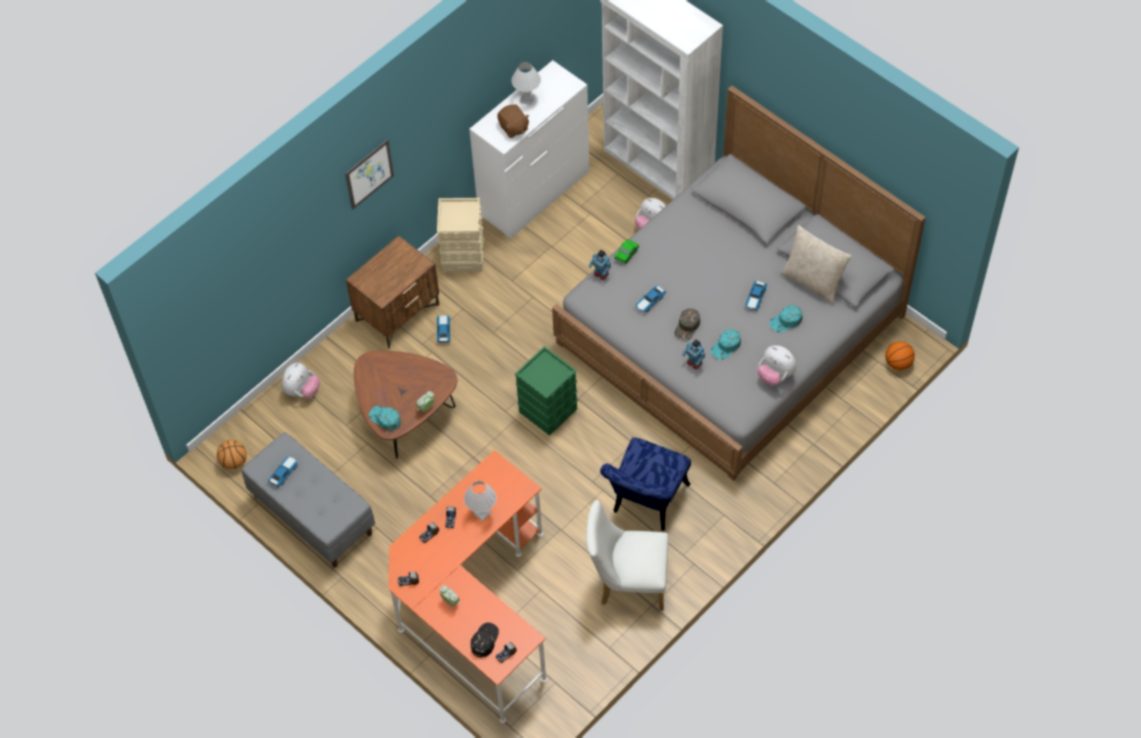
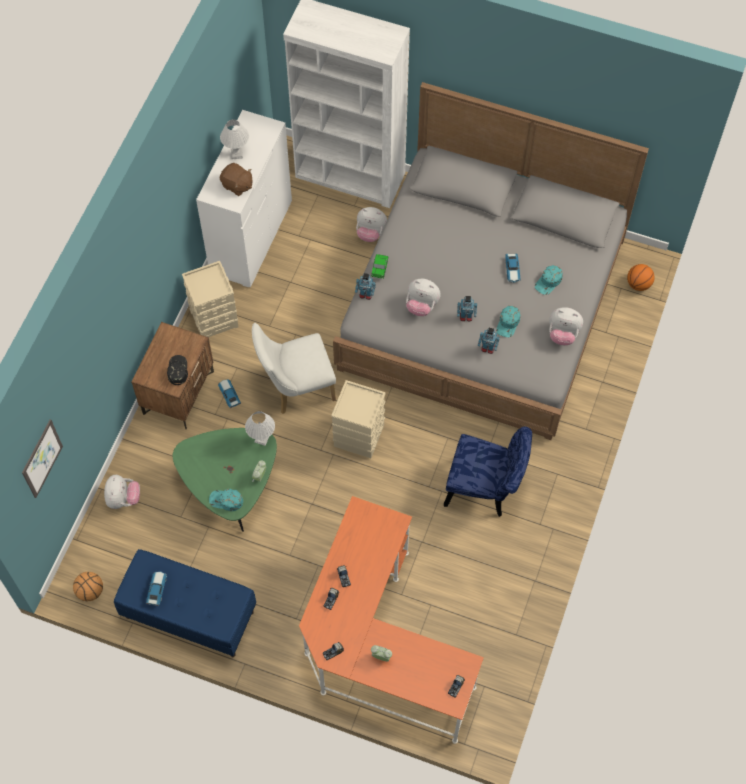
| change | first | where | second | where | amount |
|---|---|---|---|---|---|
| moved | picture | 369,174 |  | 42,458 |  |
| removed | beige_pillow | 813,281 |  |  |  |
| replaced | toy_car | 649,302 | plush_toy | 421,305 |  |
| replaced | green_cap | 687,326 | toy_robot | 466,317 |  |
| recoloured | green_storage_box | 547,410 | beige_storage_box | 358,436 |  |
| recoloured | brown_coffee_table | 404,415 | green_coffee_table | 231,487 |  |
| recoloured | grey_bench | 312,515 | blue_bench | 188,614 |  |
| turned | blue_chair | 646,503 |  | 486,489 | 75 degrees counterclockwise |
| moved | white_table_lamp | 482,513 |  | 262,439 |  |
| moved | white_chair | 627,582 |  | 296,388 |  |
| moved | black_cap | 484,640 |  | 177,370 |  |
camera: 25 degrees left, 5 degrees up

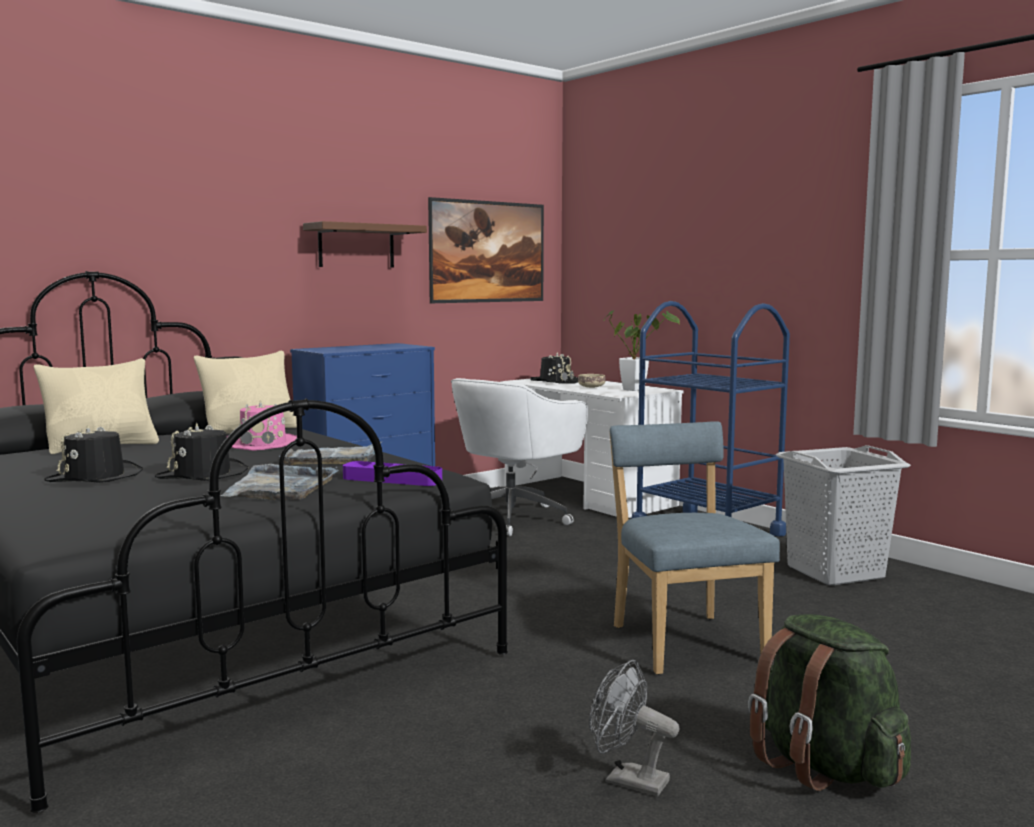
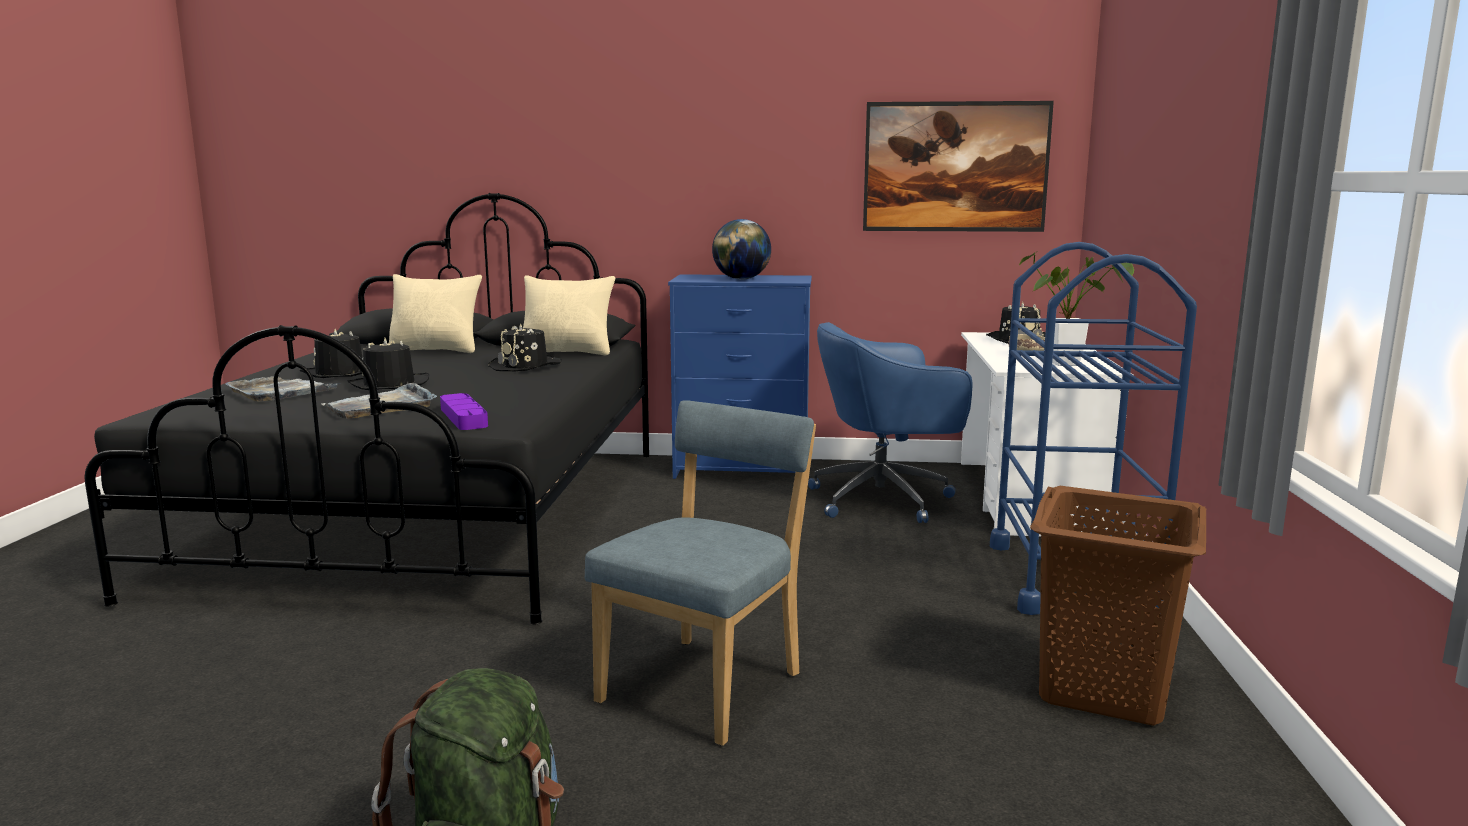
| change | first | where | second | where | amount |
|---|---|---|---|---|---|
| removed | brown_shelf | 356,246 |  |  |  |
| recoloured | white_office_chair | 513,517 | blue_office_chair | 885,499 |  |
| recoloured | pink_hat | 263,444 | black_hat | 525,366 |  |
| moved | grey_tray | 333,458 |  | 281,392 |  |
| recoloured | grey_laundry_basket | 836,572 | brown_laundry_basket | 1104,691 |  |
| removed | grey_fan | 627,780 |  |  |  |
| added |  |  | globe | 741,279 |  |
camera: 45 degrees right, 5 degrees up

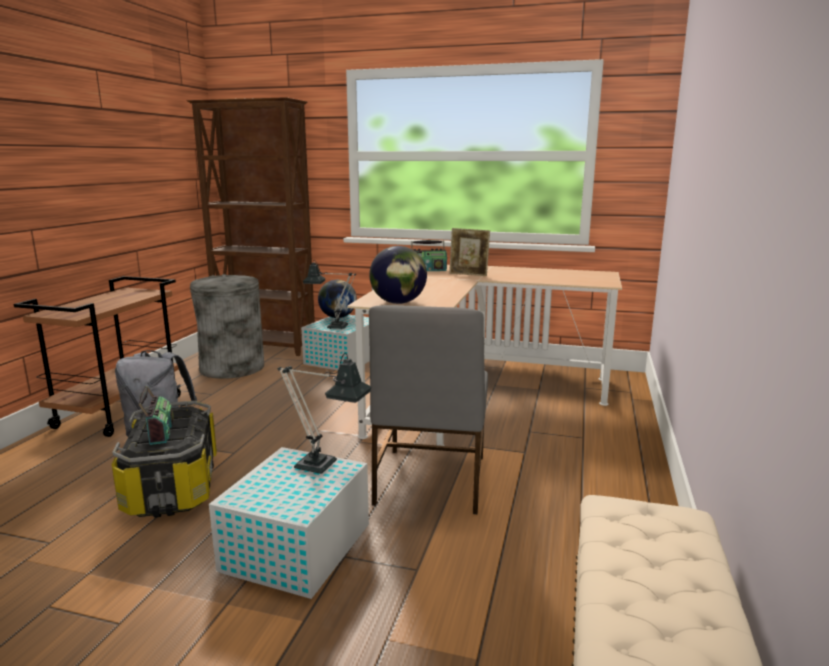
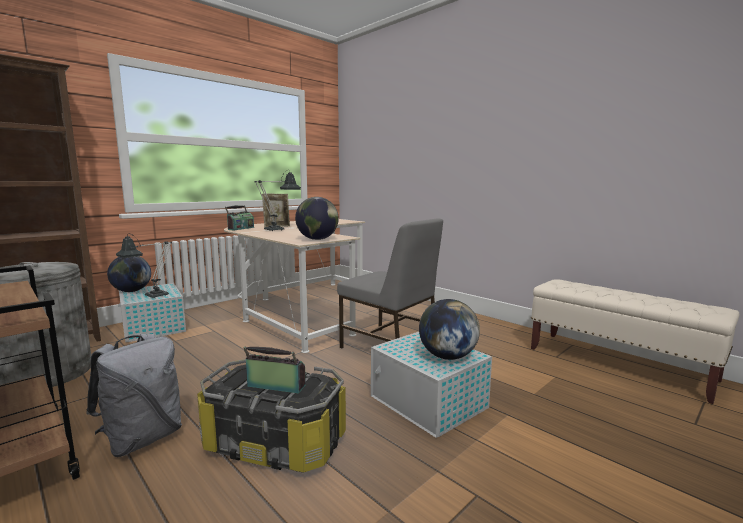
| change | first | where | second | where | amount |
|---|---|---|---|---|---|
| moved | table_lamp | 324,467 |  | 278,229 |  |
| added |  |  | globe | 447,356 |  |
camera: 60 degrees left, 5 degrees down

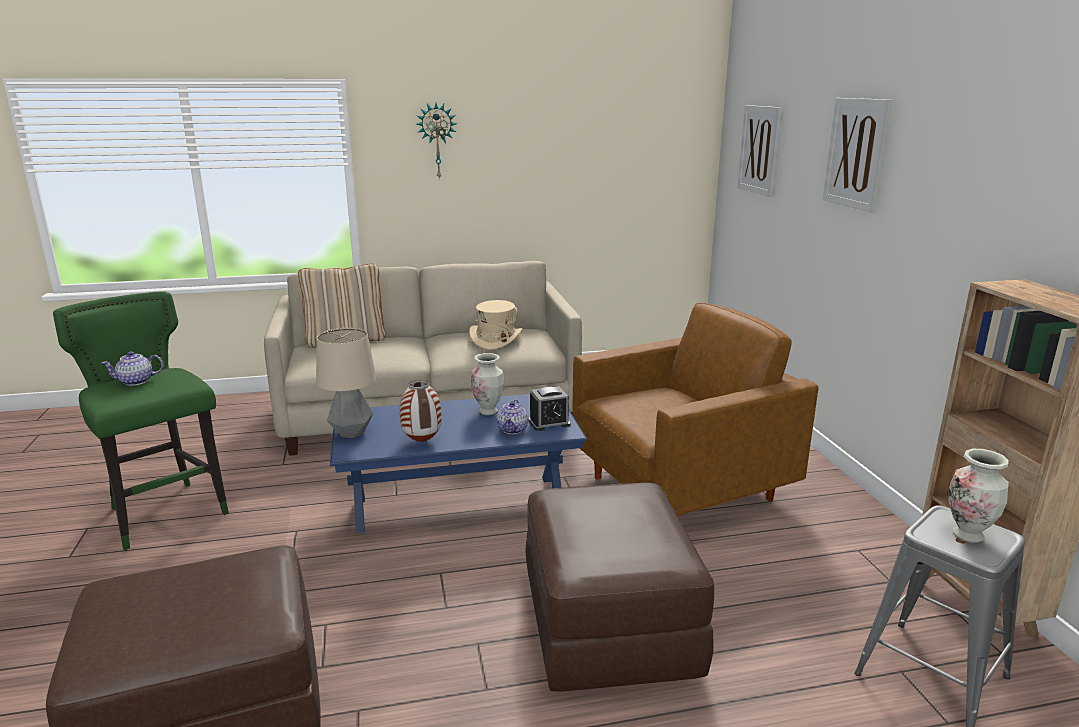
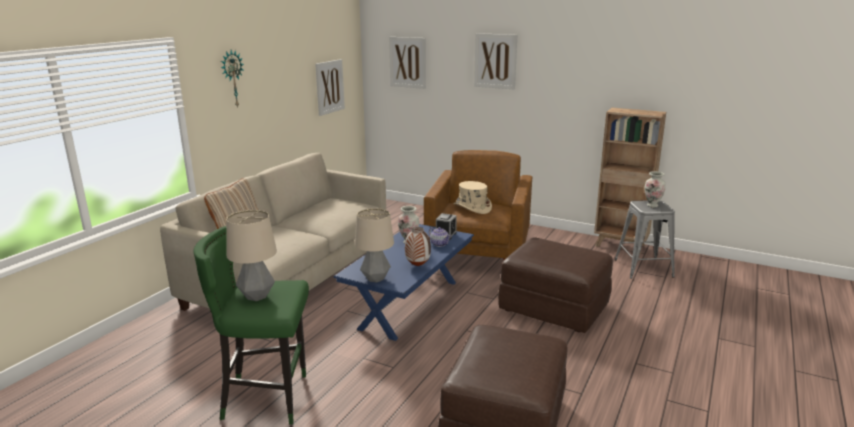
| change | first | where | second | where | amount |
|---|---|---|---|---|---|
| moved | beige_hat | 496,339 |  | 472,208 |  |
| replaced | teapot | 136,381 | table_lamp | 257,296 |  |
| added |  |  | picture | 329,87 |  |
camera: 50 degrees left, 0 degrees up

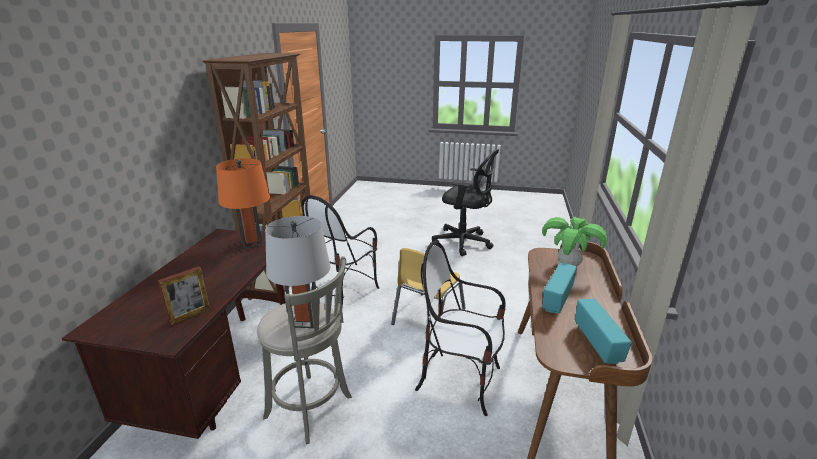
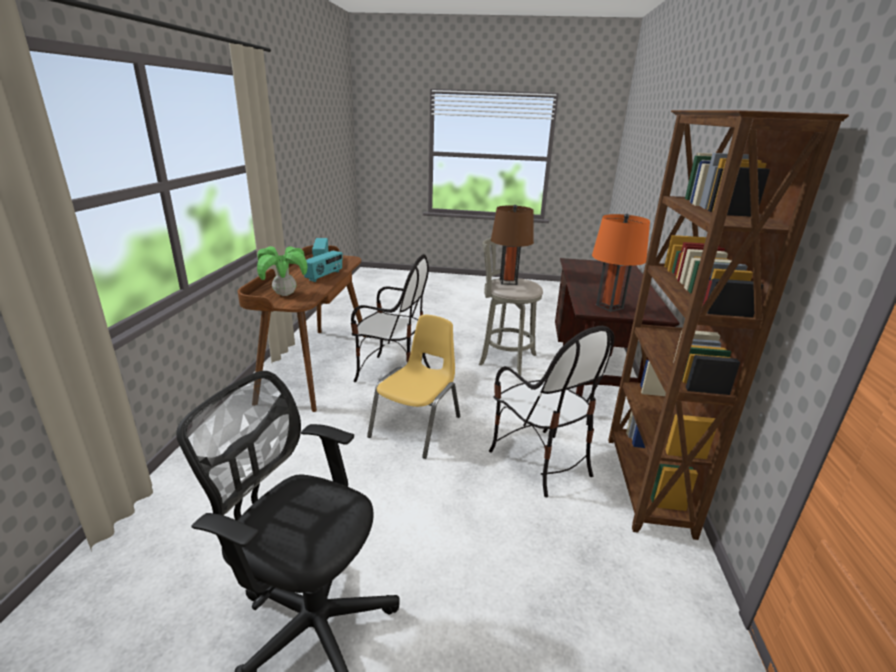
| change | first | where | second | where | amount |
|---|---|---|---|---|---|
| turned | chair | 343,291 |  | 540,461 | 120 degrees clockwise |
| recoloured | grey_table_lamp | 305,320 | brown_table_lamp | 508,282 |  |
| removed | picture_frame | 190,316 |  |  |  |
camera: 175 degrees right, 0 degrees up

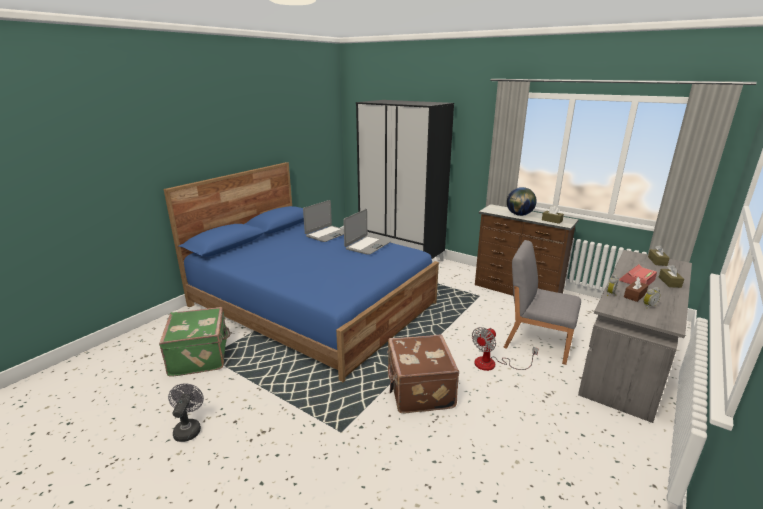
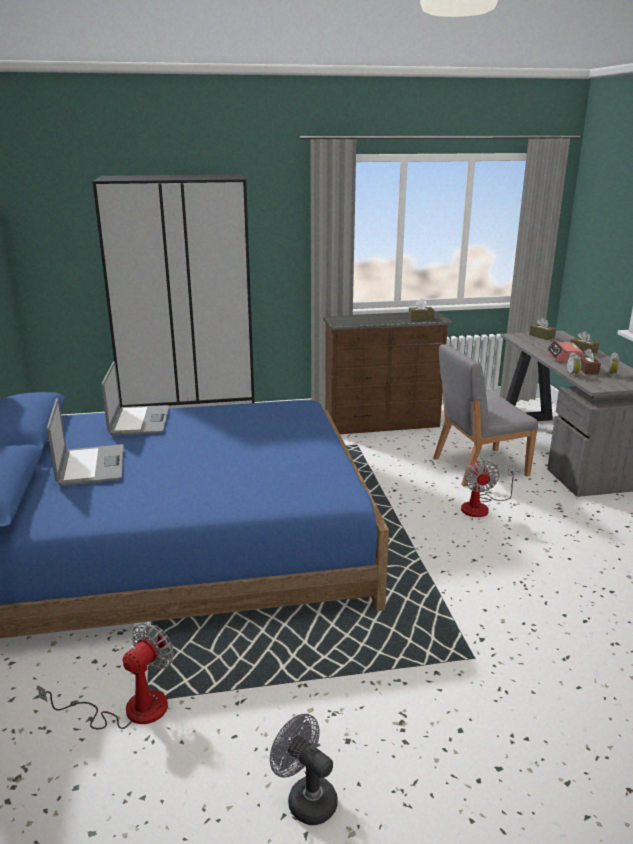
| change | first | where | second | where | amount |
|---|---|---|---|---|---|
| removed | globe | 519,215 |  |  |  |
| moved | laptop | 367,246 |  | 90,466 |  |
| replaced | green_suitcase | 201,356 | fan | 130,709 |  |
| removed | brown_suitcase | 419,390 |  |  |  |
camera: 45 degrees left, 0 degrees up

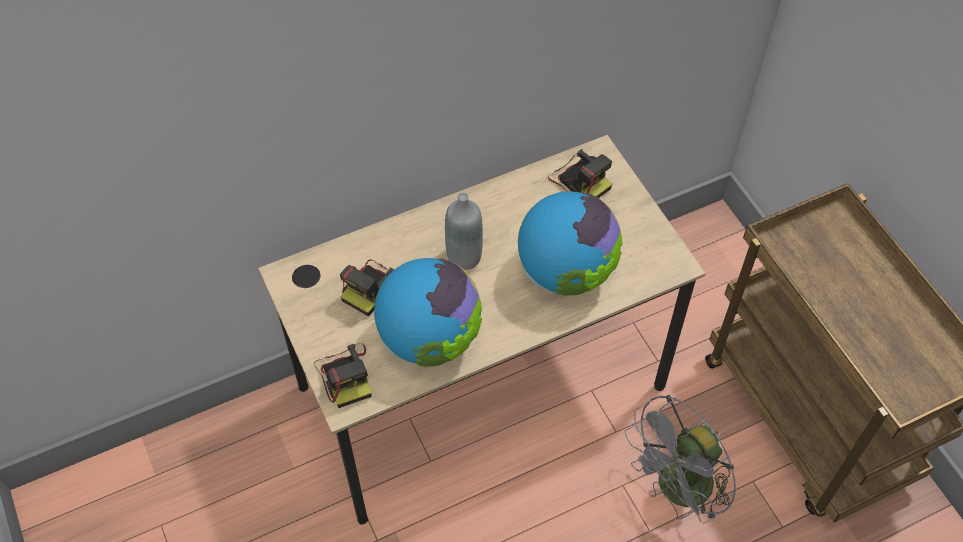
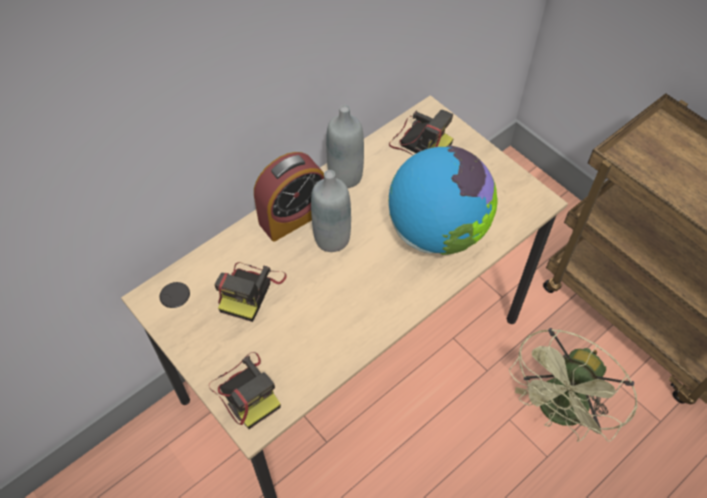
| change | first | where | second | where | amount |
|---|---|---|---|---|---|
| removed | globe | 430,339 |  |  |  |
| recoloured | grey_fan | 677,491 | green_fan | 559,412 |  |
| added |  |  | grey_bottle | 345,176 |  |
| added |  |  | alarm_clock | 293,216 |  |
camera: 15 degrees left, 0 degrees up

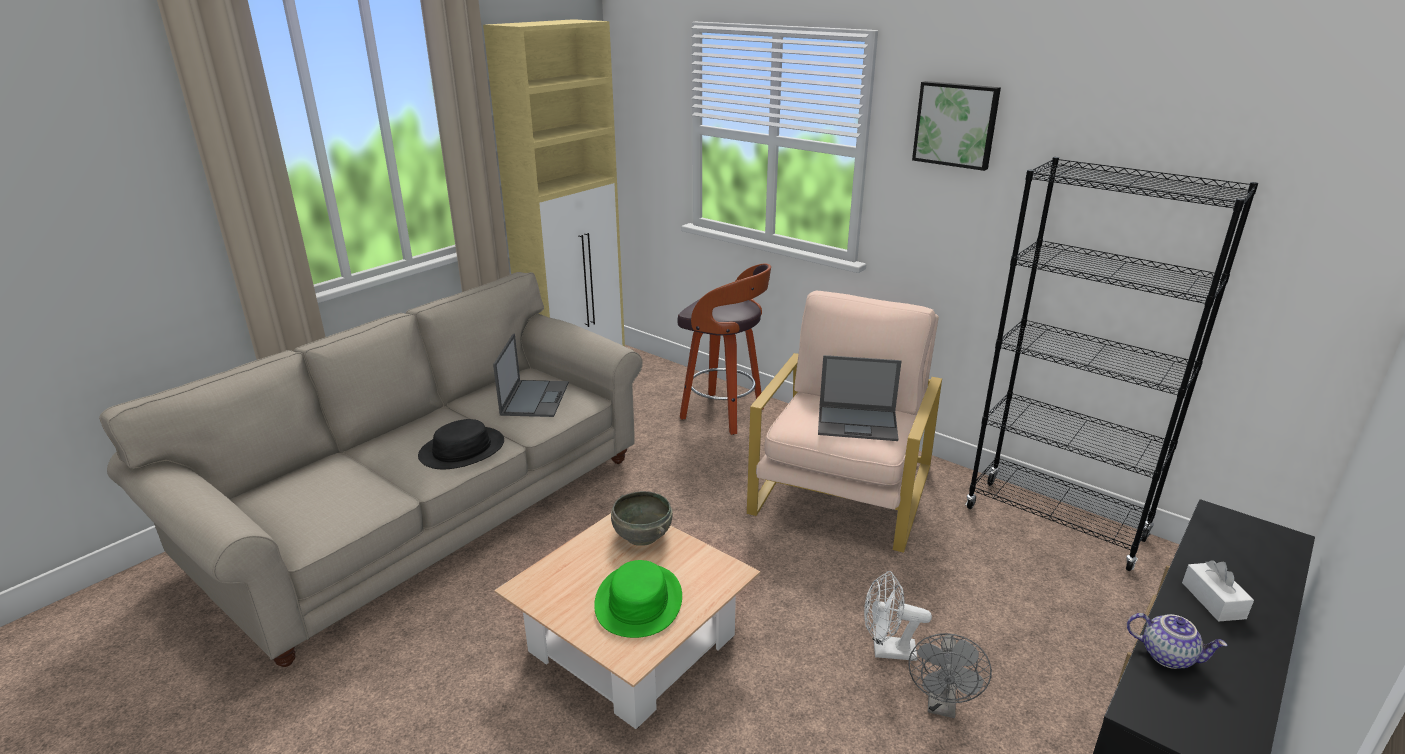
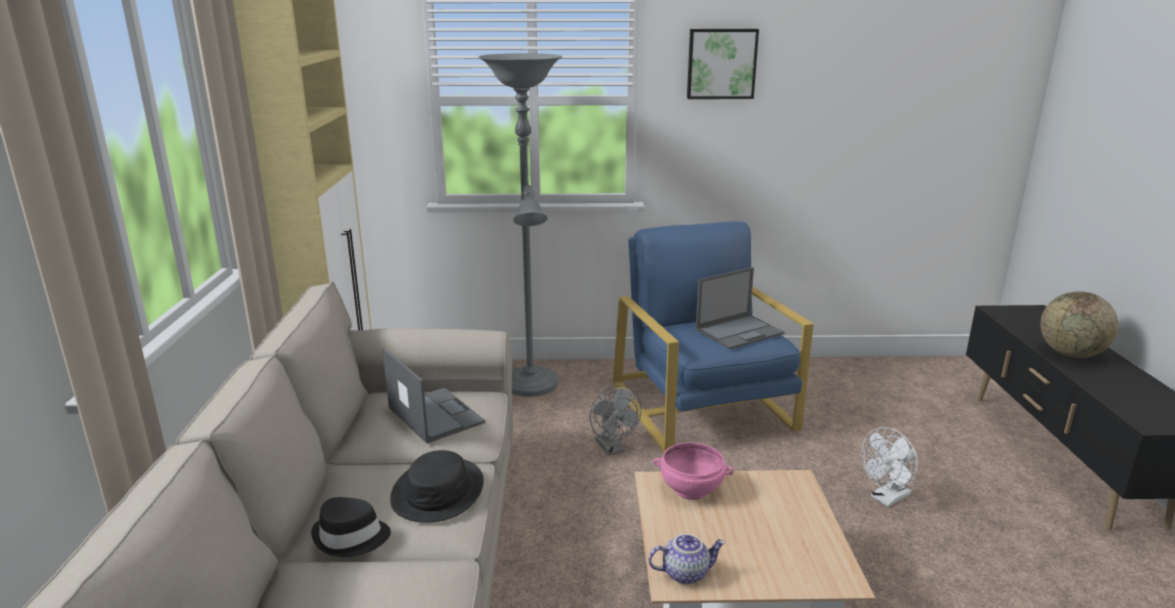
| change | first | where | second | where | amount |
|---|---|---|---|---|---|
| removed | black_bookcase | 1055,523 |  |  |  |
| replaced | stool | 724,414 | grey_floor_lamp | 531,387 |  |
| recoloured | beige_armchair | 842,490 | blue_armchair | 703,406 |  |
| recoloured | grey_bowl | 641,535 | pink_bowl | 691,489 |  |
| removed | green_hat | 638,601 |  |  |  |
| replaced | white_tissue_box | 1213,600 | globe | 1071,354 |  |
| moved | teapot | 1168,655 |  | 685,573 |  |
| moved | grey_fan | 942,705 |  | 612,448 |  |
| added |  |  | black_hat | 351,538 |  |
camera: 40 degrees left, 5 degrees down

